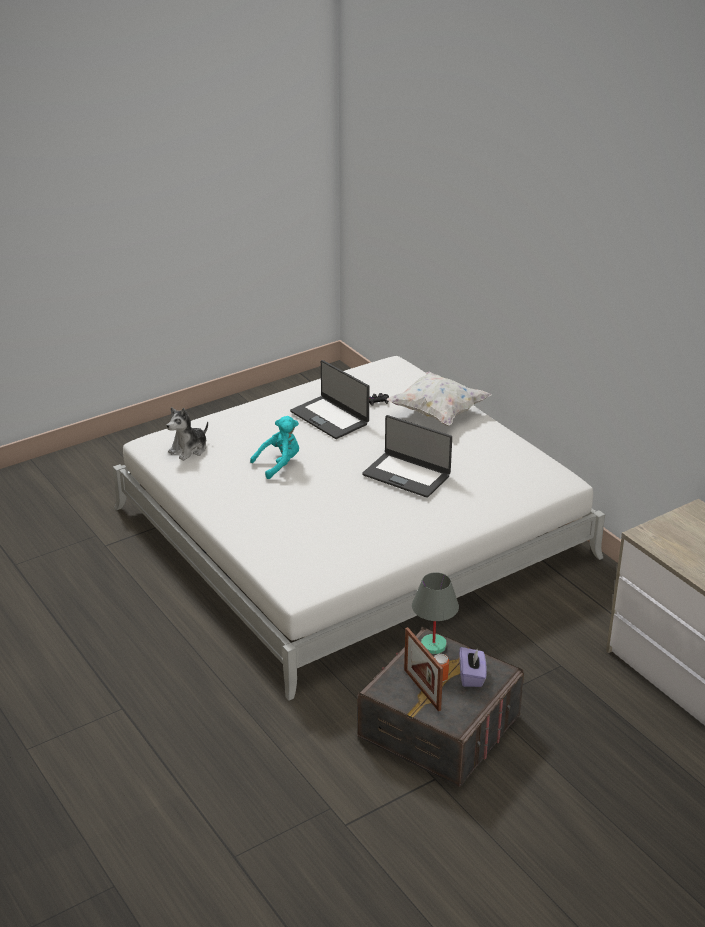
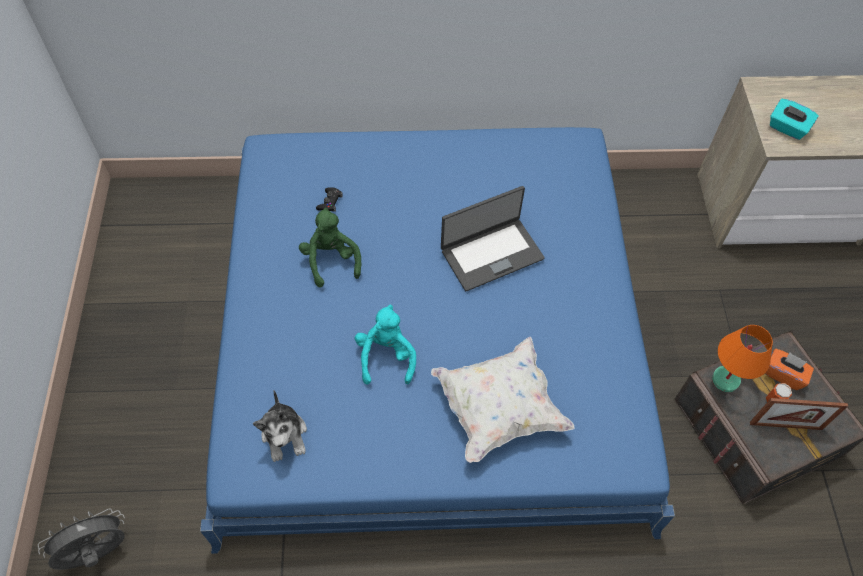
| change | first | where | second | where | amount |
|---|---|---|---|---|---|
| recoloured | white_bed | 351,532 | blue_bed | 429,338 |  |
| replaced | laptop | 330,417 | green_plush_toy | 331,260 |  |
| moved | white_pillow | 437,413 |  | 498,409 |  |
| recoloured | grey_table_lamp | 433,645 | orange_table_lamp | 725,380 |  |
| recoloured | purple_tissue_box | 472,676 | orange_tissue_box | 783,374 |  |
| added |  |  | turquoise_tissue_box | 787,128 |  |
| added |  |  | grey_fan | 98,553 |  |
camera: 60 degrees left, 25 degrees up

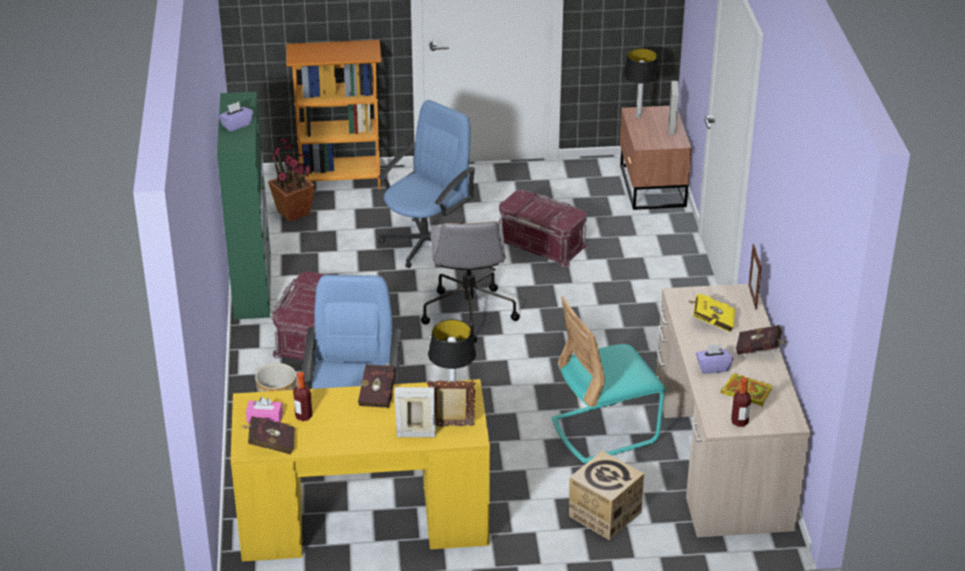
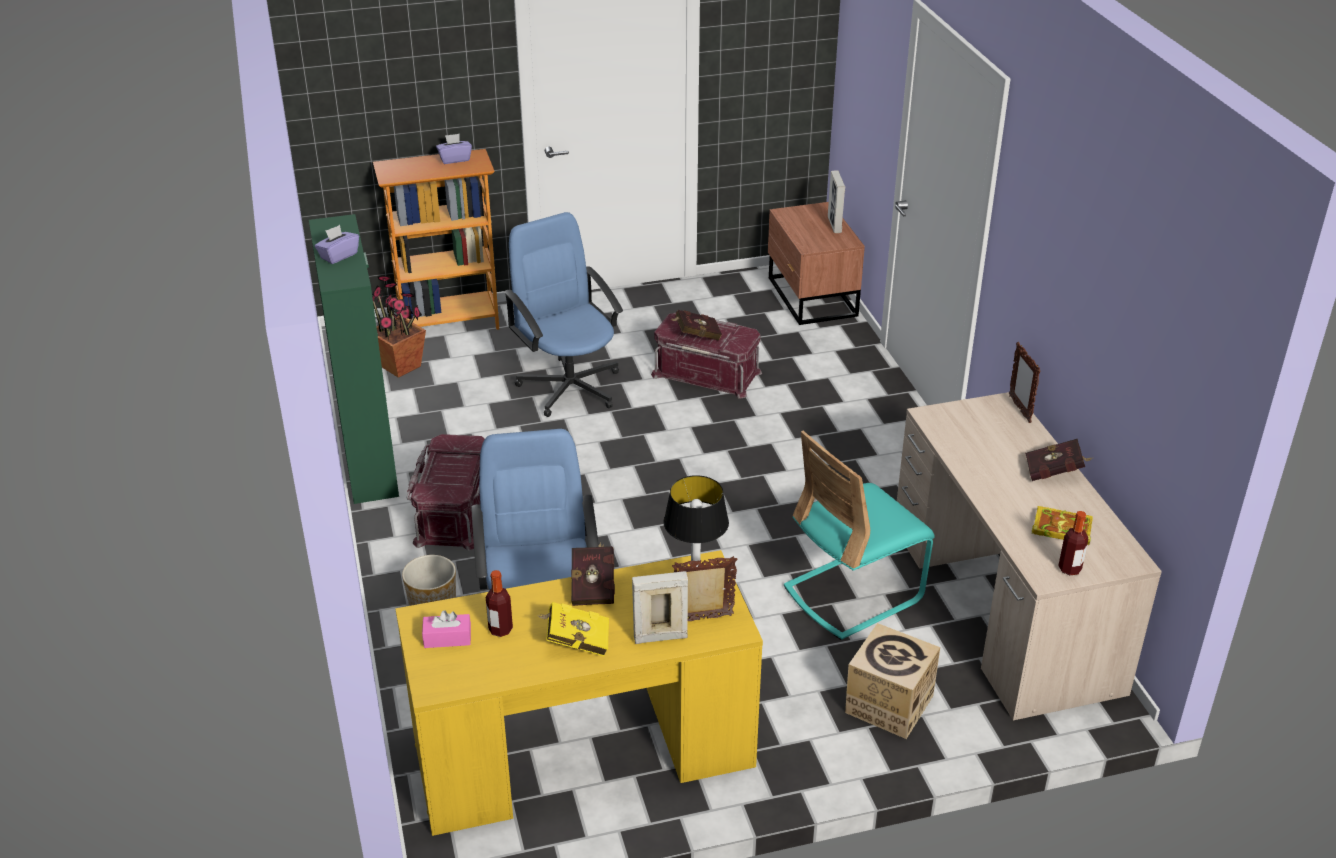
| change | first | where | second | where | amount |
|---|---|---|---|---|---|
| removed | table_lamp | 639,116 |  |  |  |
| turned | blue_office_chair | 426,243 |  | 570,386 | 60 degrees counterclockwise |
| removed | grey_office_chair | 468,312 |  |  |  |
| moved | yellow_book | 711,321 |  | 575,641 |  |
| moved | purple_tissue_box | 713,367 |  | 454,159 |  |
| moved | red_book | 270,444 |  | 695,335 |  |
camera: 10 degrees left, 0 degrees up

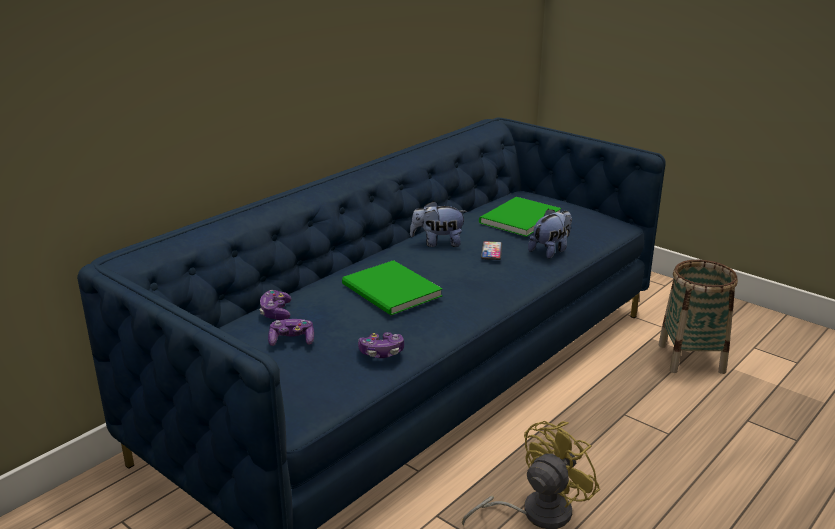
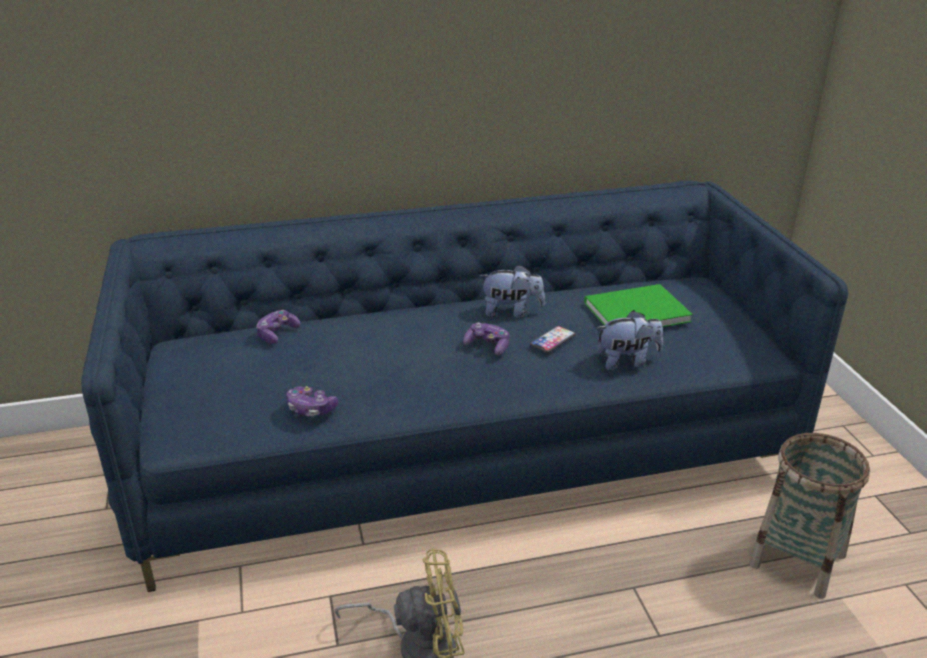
| change | first | where | second | where | amount |
|---|---|---|---|---|---|
| turned | plush_toy | 438,243 |  | 511,312 | 150 degrees clockwise |
| removed | green_book | 391,292 |  |  |  |
| moved | game_controller | 292,340 |  | 487,346 |  |
camera: 35 degrees right, 5 degrees up

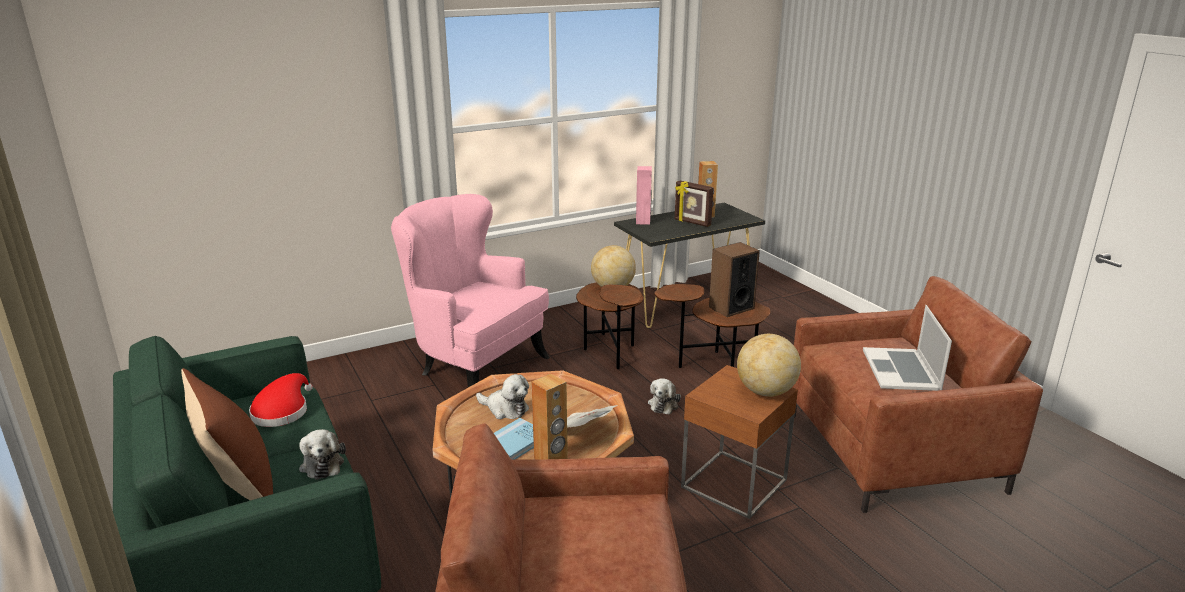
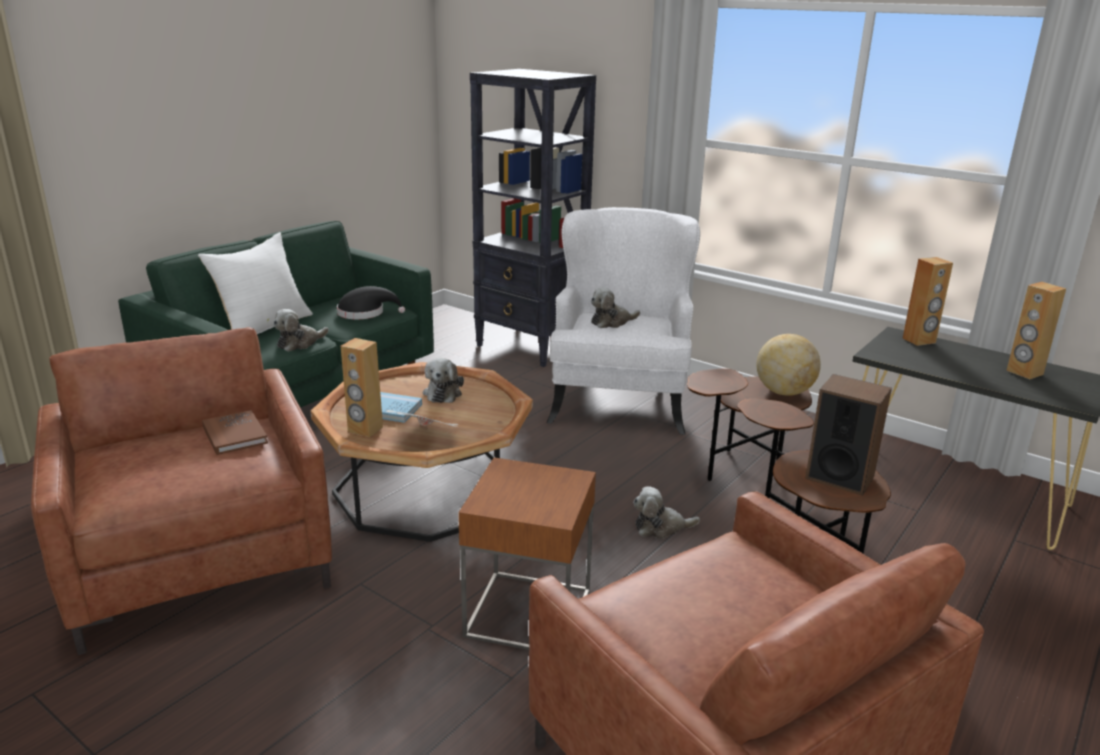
| change | first | where | second | where | amount |
|---|---|---|---|---|---|
| recoloured | pink_speaker | 643,221 | brown_speaker | 919,340 |  |
| removed | picture_frame | 692,223 |  |  |  |
| recoloured | pink_armchair | 474,368 | white_armchair | 619,403 |  |
| removed | laptop | 901,369 |  |  |  |
| removed | globe | 765,392 |  |  |  |
| recoloured | brown_pillow | 237,483 | white_pillow | 264,326 |  |
| recoloured | red_hat | 282,411 | black_hat | 365,313 |  |
| added |  |  | black_bookcase | 531,346 |  |
| added |  |  | plush_toy | 611,322 |  |
| added |  |  | brown_book | 235,435 |  |
camera: 65 degrees right, 0 degrees up

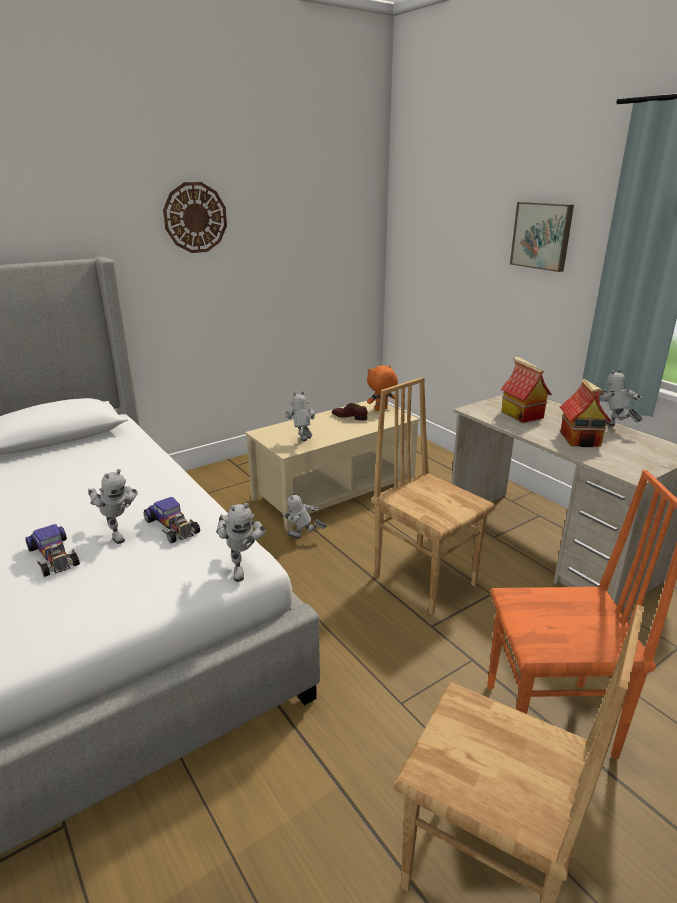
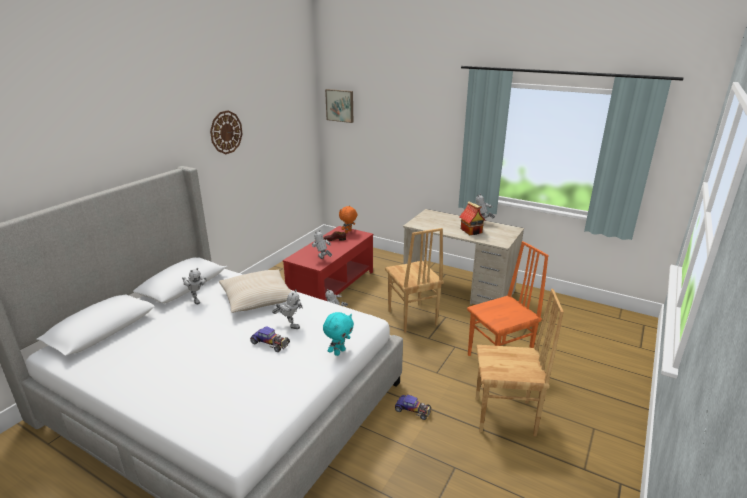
| change | first | where | second | where | amount |
|---|---|---|---|---|---|
| moved | picture | 542,235 |  | 340,105 |  |
| removed | toy_house | 521,414 |  |  |  |
| turned | brown_chair | 425,579 |  | 411,318 | 135 degrees counterclockwise |
| recoloured | beige_coffee_table | 334,492 | red_coffee_table | 332,286 |  |
| moved | toy_car | 172,526 |  | 413,410 |  |
| moved | toy_robot | 241,567 |  | 196,299 |  |
| added |  |  | beige_pillow | 257,298 |  |
| added |  |  | turquoise_plush_toy | 339,352 |  |
camera: 25 degrees left, 0 degrees up

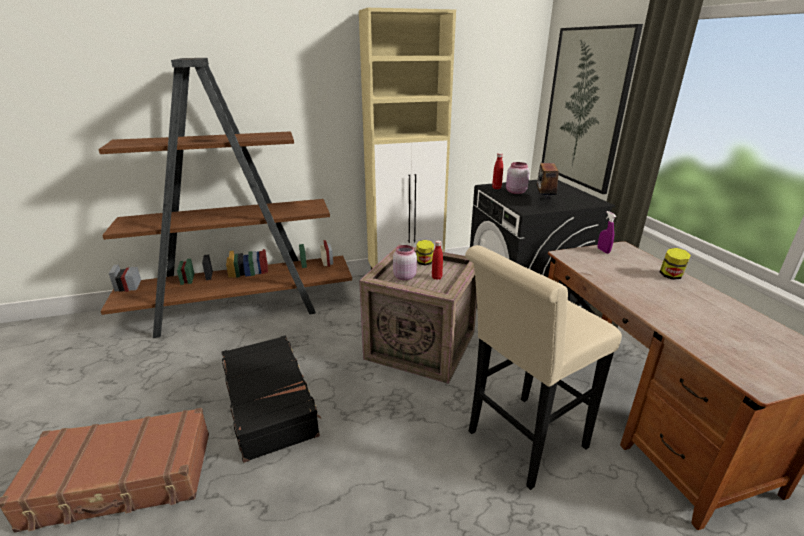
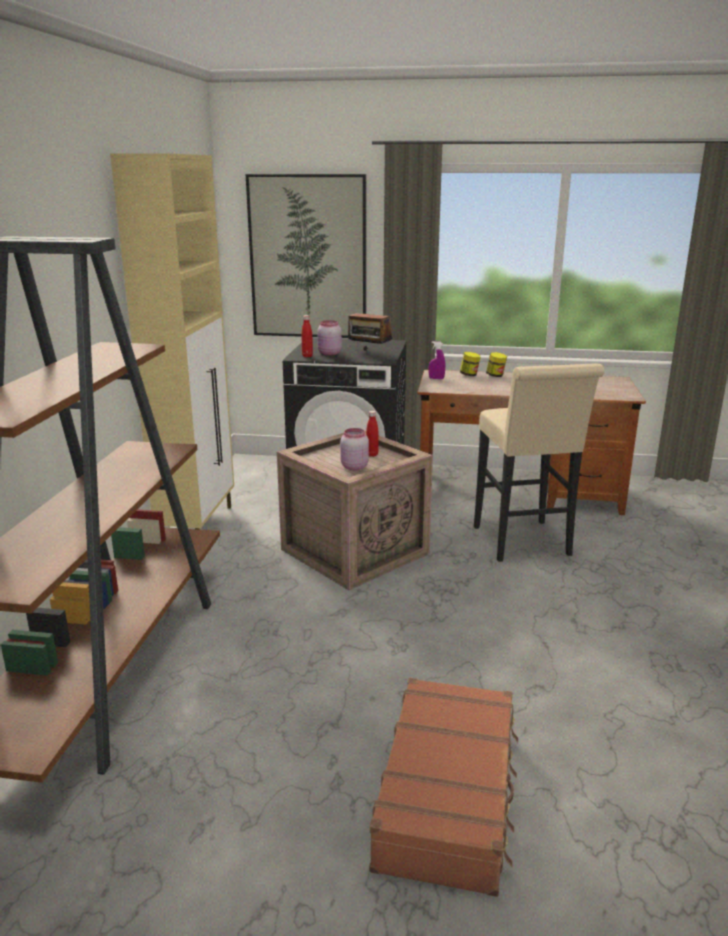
| change | first | where | second | where | amount |
|---|---|---|---|---|---|
| moved | jar | 424,262 |  | 469,375 |  |
| removed | black_suitcase | 270,403 |  |  |  |
camera: 65 degrees left, 5 degrees down

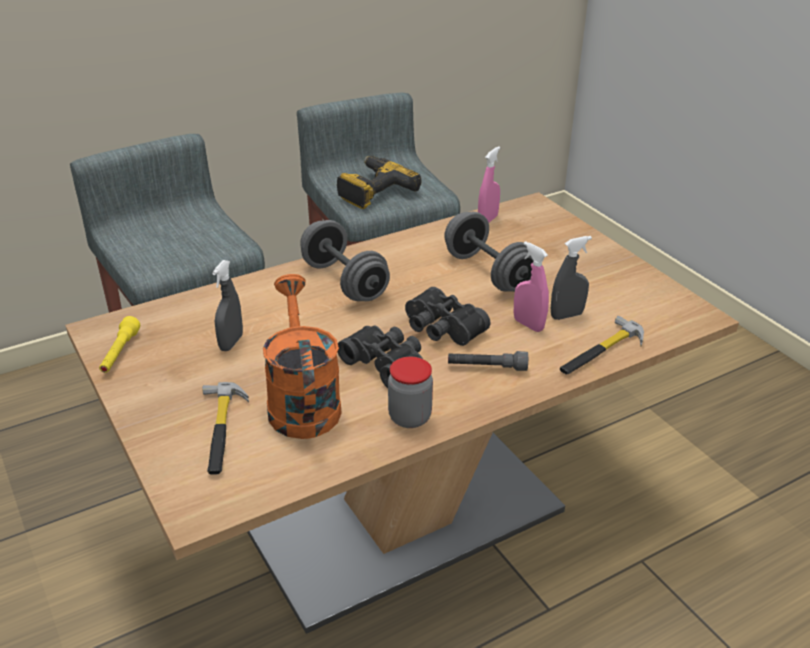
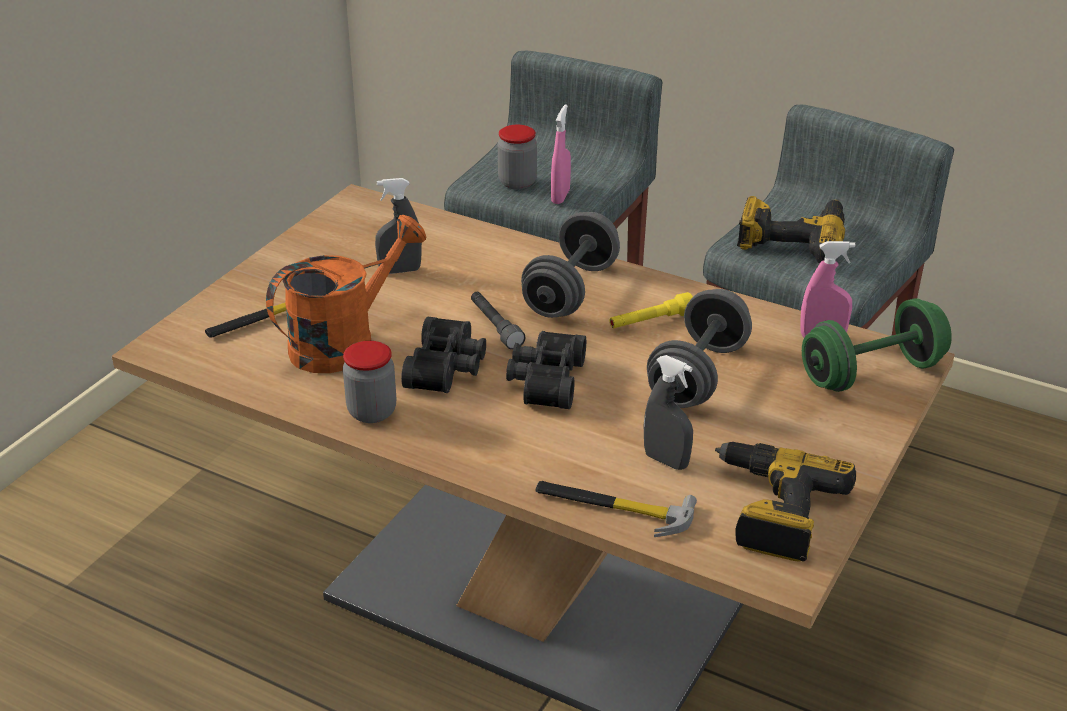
| change | first | where | second | where | amount |
|---|---|---|---|---|---|
| moved | pink_spray_bottle | 528,325 |  | 560,197 |  |
| moved | yellow_flashlight | 120,353 |  | 650,322 |  |
| moved | grey_flashlight | 487,367 |  | 495,327 |  |
| added |  |  | jar | 517,182 |  |
| added |  |  | green_dumbbell | 871,373 |  |
| added |  |  | power_drill | 772,511 |  |
camera: 60 degrees right, 0 degrees up

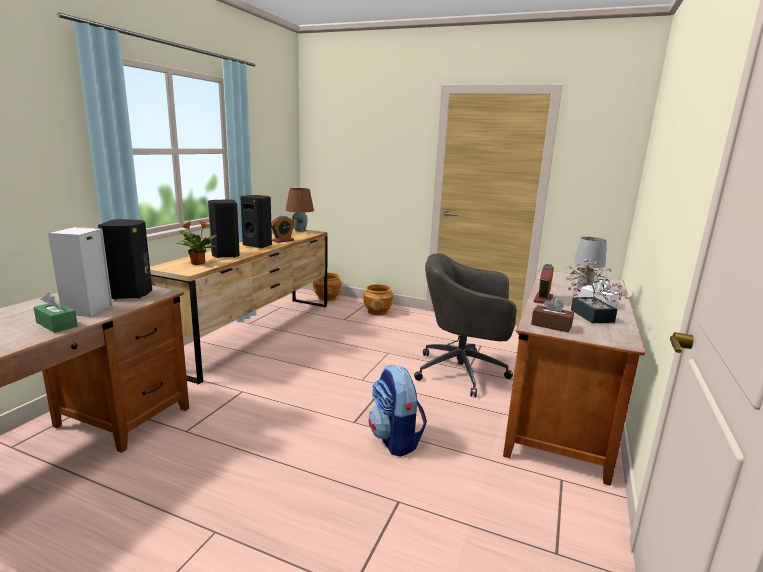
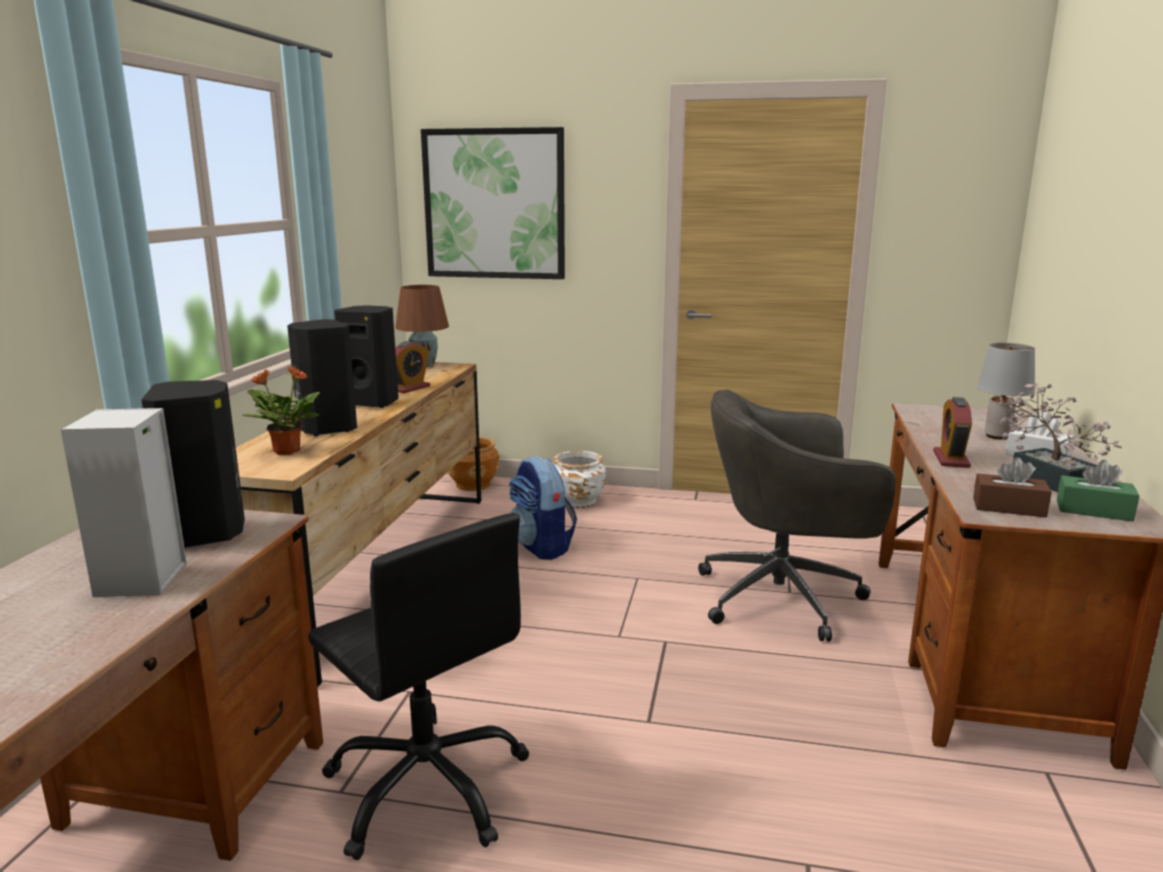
| change | first | where | second | where | amount |
|---|---|---|---|---|---|
| recoloured | brown_planter | 377,311 | white_planter | 577,501 |  |
| moved | green_tissue_box | 57,324 |  | 1093,510 |  |
| moved | backpack | 395,440 |  | 541,547 |  |
| added |  |  | picture | 494,204 |  |
| added |  |  | black_office_chair | 427,786 |  |
camera: 10 degrees left, 0 degrees up

